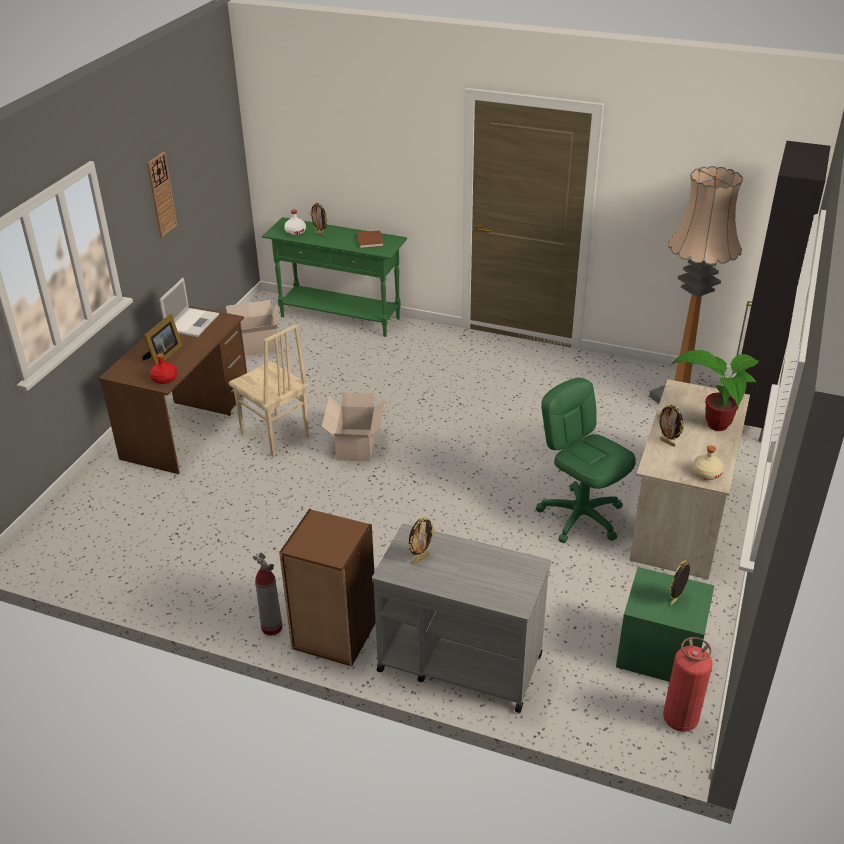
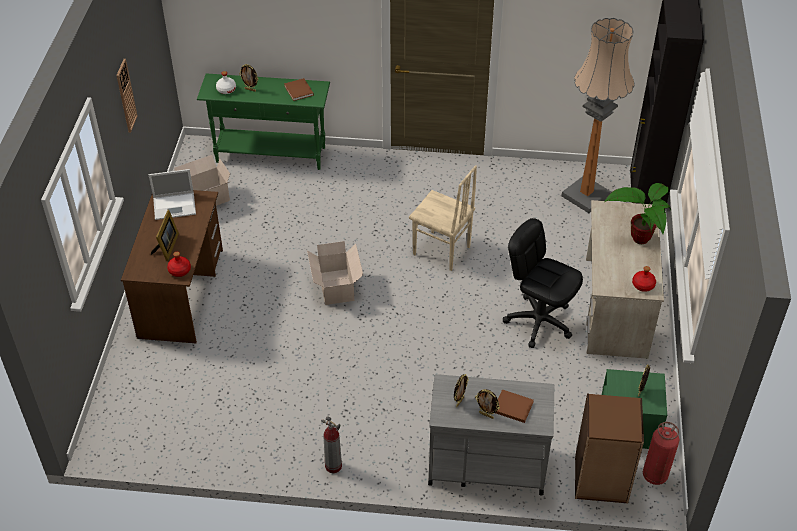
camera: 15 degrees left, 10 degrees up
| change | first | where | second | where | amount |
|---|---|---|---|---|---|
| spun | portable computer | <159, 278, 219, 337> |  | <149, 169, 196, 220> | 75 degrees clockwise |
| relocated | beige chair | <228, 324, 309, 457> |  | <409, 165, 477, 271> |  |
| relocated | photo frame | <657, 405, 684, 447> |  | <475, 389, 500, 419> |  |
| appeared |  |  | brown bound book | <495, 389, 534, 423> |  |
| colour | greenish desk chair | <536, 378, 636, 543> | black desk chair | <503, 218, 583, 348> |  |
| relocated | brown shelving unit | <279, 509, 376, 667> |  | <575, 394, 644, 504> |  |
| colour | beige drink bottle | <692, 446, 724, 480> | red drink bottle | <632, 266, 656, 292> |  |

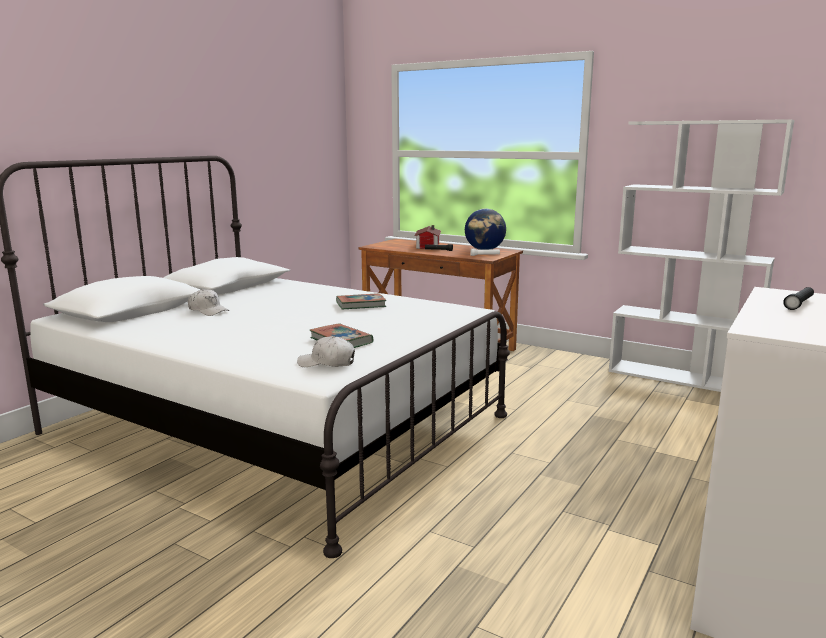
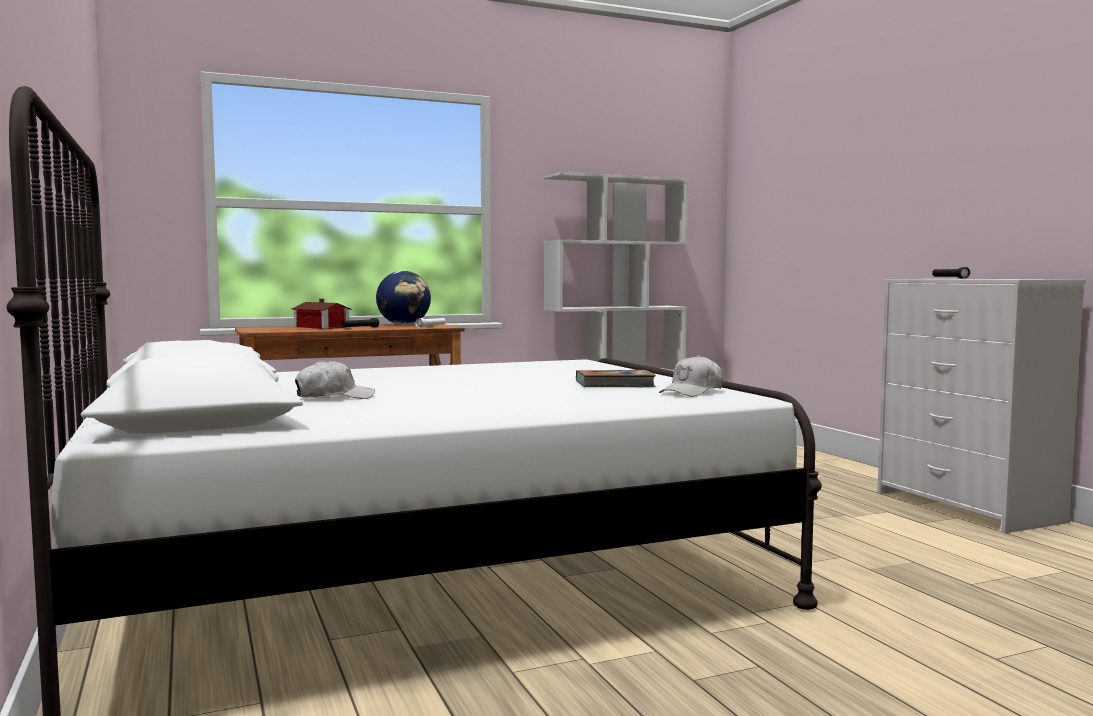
camera: 55 degrees left, 10 degrees down
| change | first | where | second | where | amount |
|---|---|---|---|---|---|
| missing | bound book | <336, 293, 386, 310> |  |  |  |

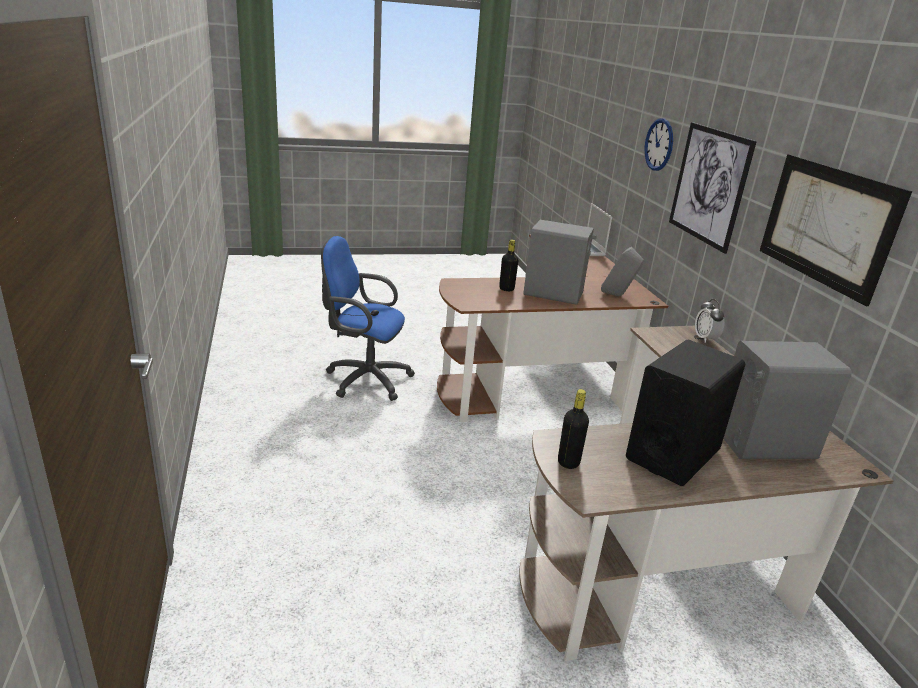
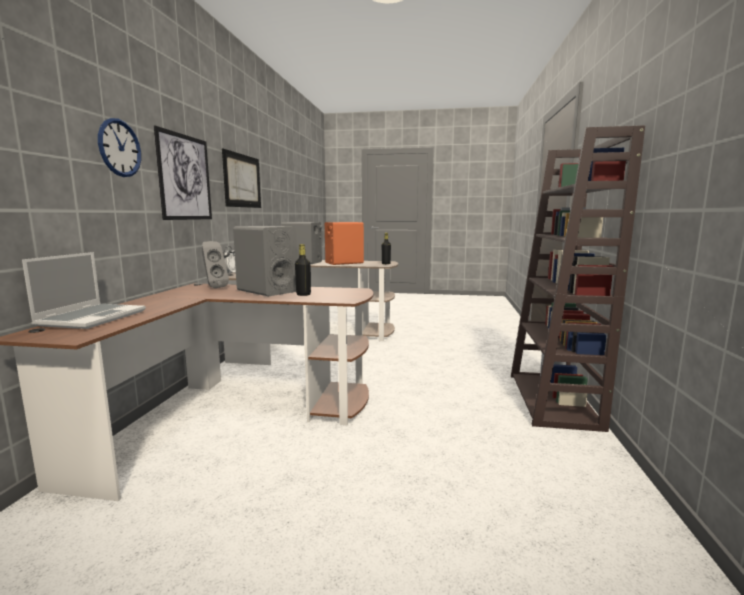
camera: 155 degrees left, 15 degrees down
| change | first | where | second | where | amount |
|---|---|---|---|---|---|
| colour | black loudspeaker | <626, 340, 745, 486> | orange loudspeaker | <325, 222, 364, 265> |  |
| appeared |  |  | brown shelving unit | <511, 125, 645, 432> |  |
| missing | blue-coloured desk chair | <321, 236, 415, 401> |  |  |  |

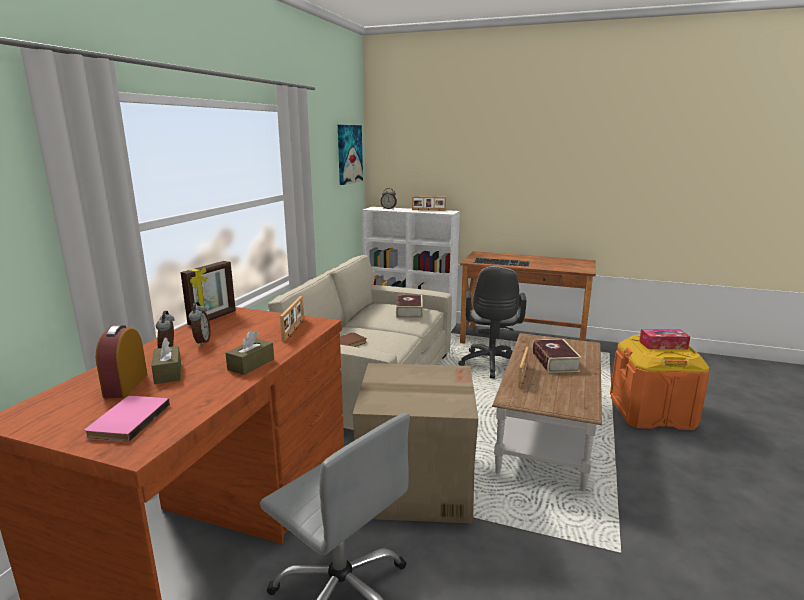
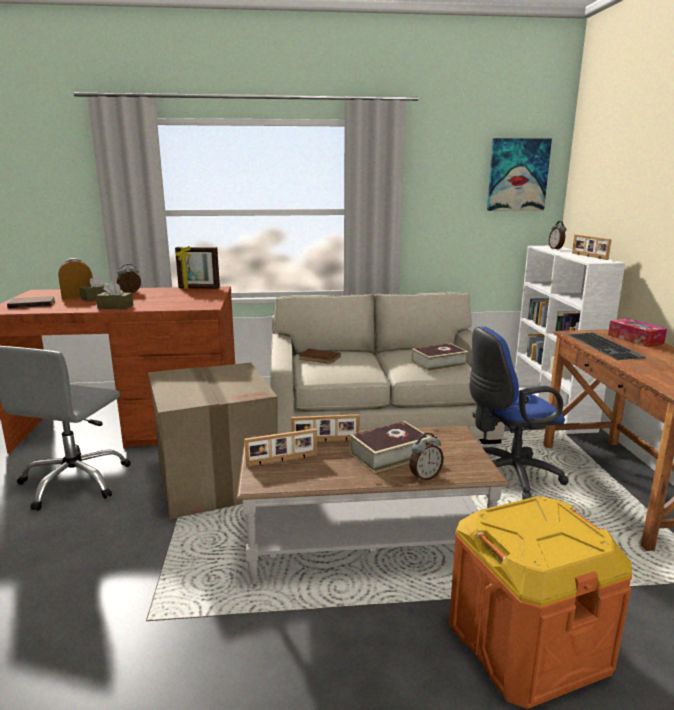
camera: 65 degrees right, 0 degrees up
| change | first | where | second | where | amount |
|---|---|---|---|---|---|
| colour | pink-coloured bound book | <84, 396, 170, 442> | brown bound book | <7, 296, 55, 308> |  |
| relocated | photo frame | <280, 296, 304, 341> |  | <244, 429, 317, 467> |  |
| relocated | bedside clock | <189, 302, 210, 346> |  | <409, 433, 444, 482> |  |
| colour | greyish desk chair | <458, 266, 527, 378> | blue-coloured desk chair | <469, 326, 569, 500> |  |
| relocated | tissue box | <639, 329, 690, 349> |  | <608, 318, 667, 347> |  |

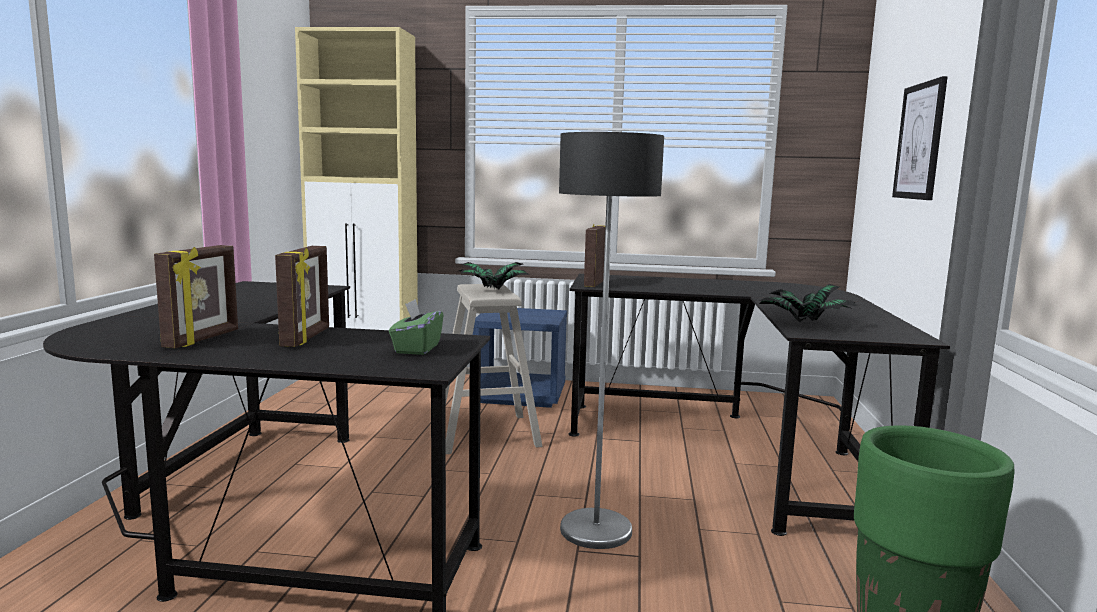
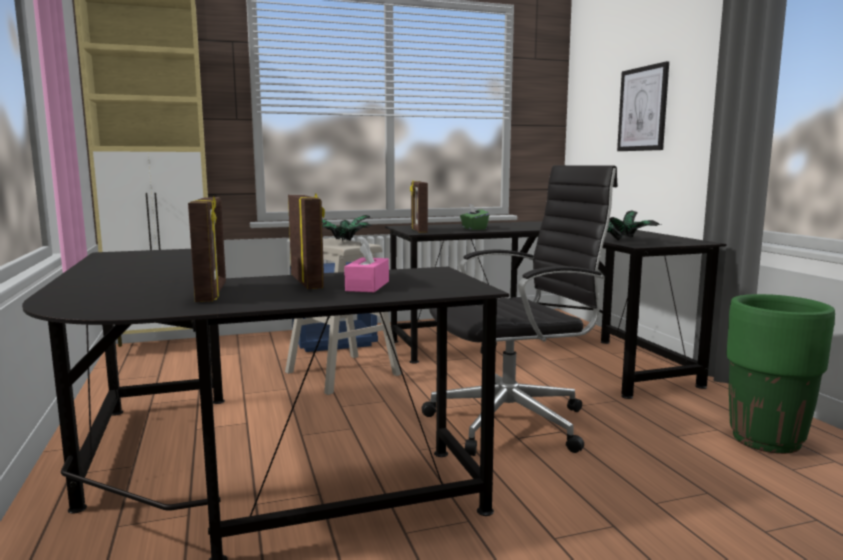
camera: 25 degrees left, 0 degrees up
| change | first | where | second | where | amount |
|---|---|---|---|---|---|
| appeared |  |  | pink-coloured tissue box | <344, 238, 389, 292> |  |
| exchanged | standard lamp | <559, 132, 664, 549> | black desk chair | <422, 165, 618, 456> |  |
| relocated | greenish tissue box | <389, 299, 443, 355> |  | <460, 204, 489, 230> |  |

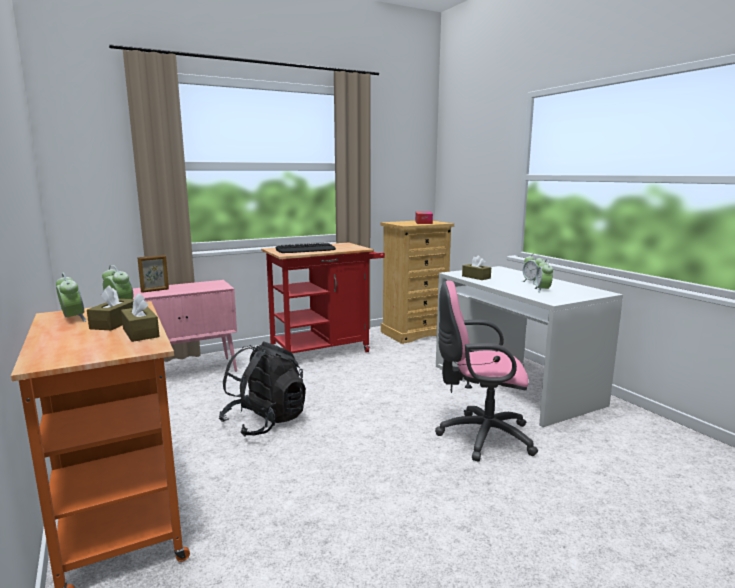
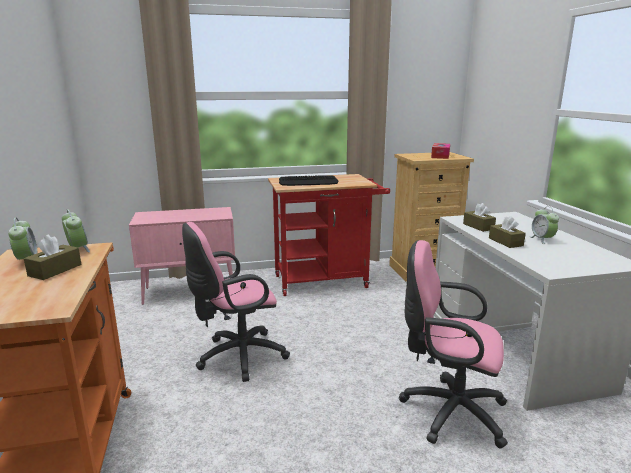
camera: 15 degrees right, 5 degrees up
| change | first | where | second | where | amount |
|---|---|---|---|---|---|
| exchanged | black rucksack | <219, 341, 306, 437> | pink-coloured desk chair | <182, 222, 290, 382> |  |
| relocated | brown tissue box | <121, 293, 160, 342> |  | <489, 216, 526, 248> |  |
| missing | photo frame | <138, 255, 169, 293> |  |  |  |
| missing | bedside clock | <534, 259, 553, 293> |  |  |  |

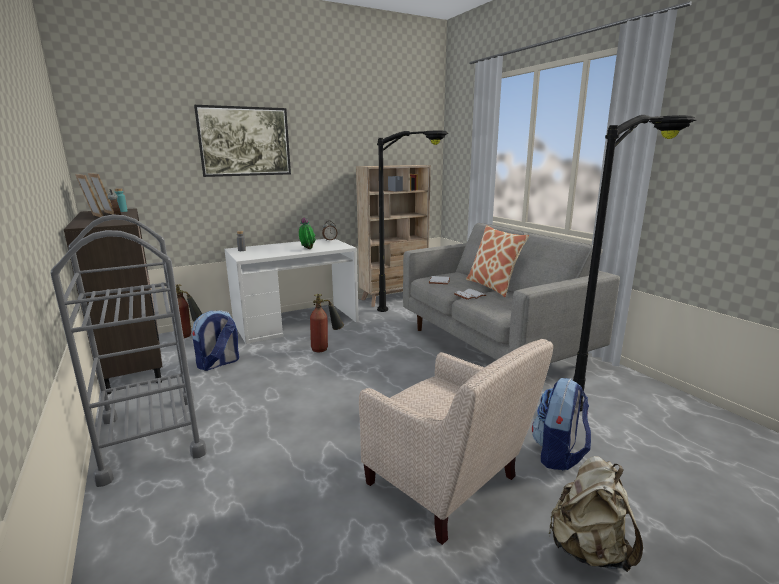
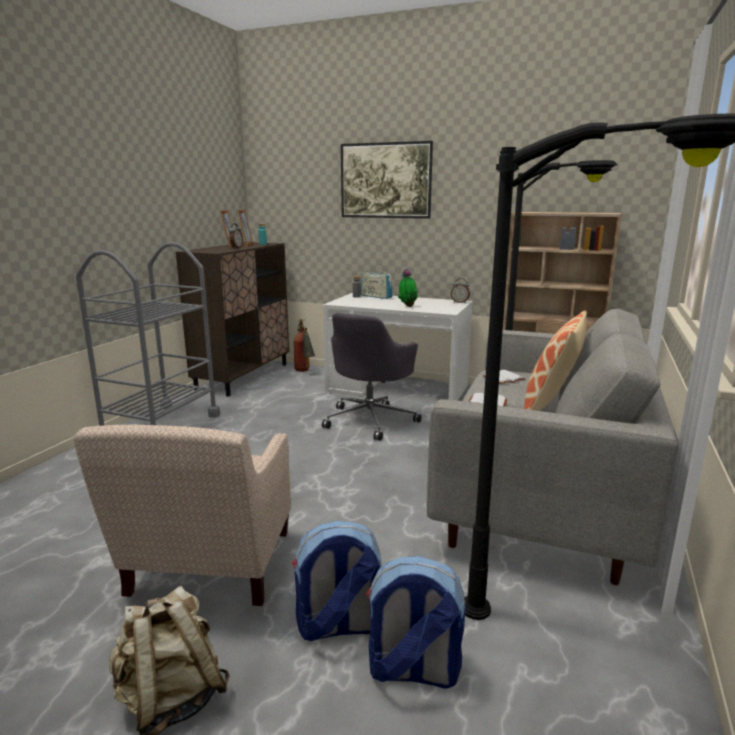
camera: 50 degrees right, 0 degrees up
| change | first | where | second | where | amount |
|---|---|---|---|---|---|
| exchanged | fire-fighting cylinder | <310, 294, 344, 352> | greyish desk chair | <322, 313, 422, 441> |  |
| appeared |  |  | radio set | <361, 267, 393, 299> |  |
| relocated | rucksack | <192, 310, 239, 371> |  | <365, 556, 465, 688> |  |

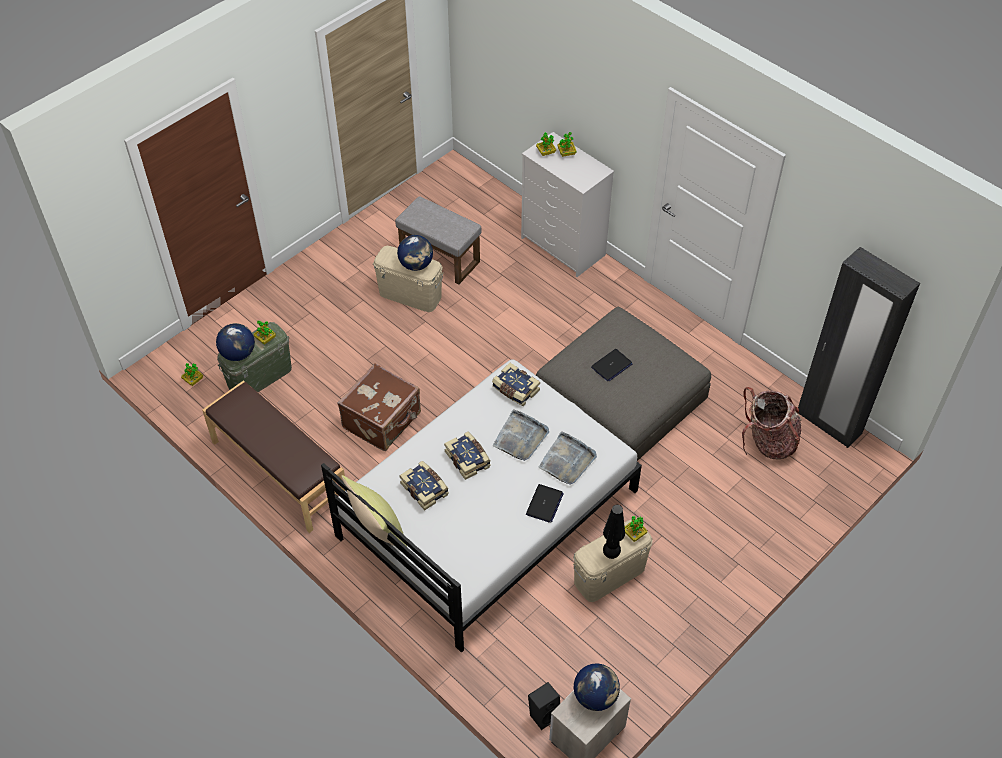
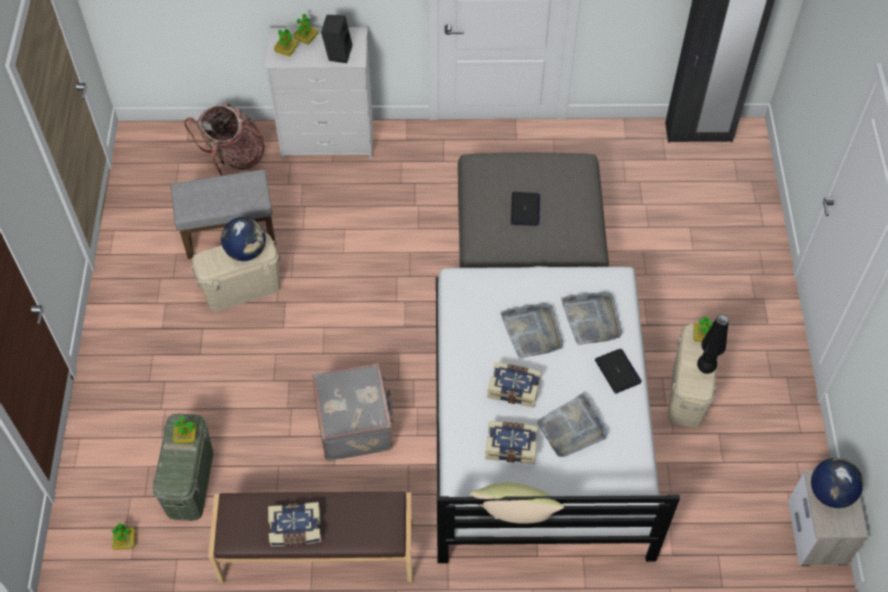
camera: 45 degrees left, 5 degrees up
| change | first | where | second | where | amount |
|---|---|---|---|---|---|
| relocated | rucksack | <742, 387, 802, 459> |  | <184, 103, 265, 176> |  |
| relocated | bound book | <492, 363, 540, 406> |  | <268, 502, 321, 546> |  |
| colour | brown travel case | <338, 363, 421, 451> | greyish travel case | <312, 363, 394, 461> |  |
| relocated | black loudspeaker | <528, 682, 560, 730> |  | <321, 15, 353, 63> |  |
| appeared |  |  | greyish serving tray | <536, 393, 608, 457> |  |
| missing | globe | <216, 323, 255, 361> |  |  |  |

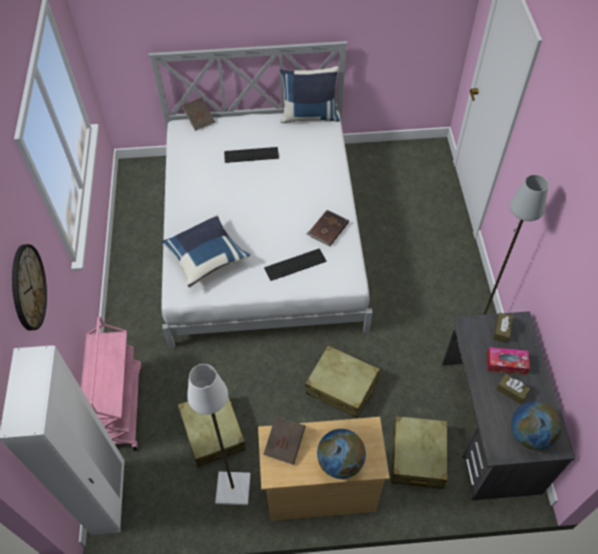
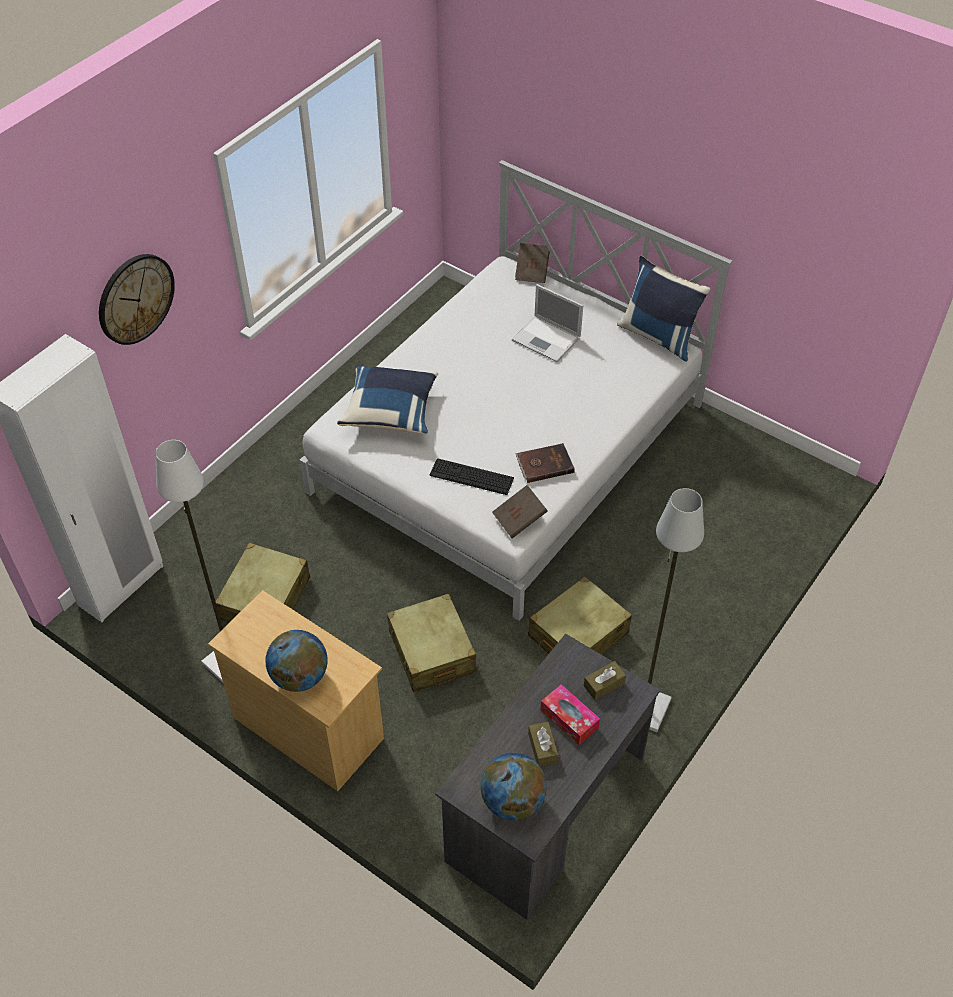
camera: 40 degrees right, 5 degrees down
| change | first | where | second | where | amount |
|---|---|---|---|---|---|
| relocated | brown bound book | <263, 416, 306, 465> |  | <492, 485, 548, 539> |  |
| exchanged | computer keyboard | <224, 147, 279, 163> | portable computer | <512, 284, 583, 362> |  |
| relocated | beige travel case | <391, 416, 448, 489> |  | <528, 576, 632, 655> |  |
| missing | pink-coloured wheeled cart | <81, 317, 142, 451> |  |  |  |

